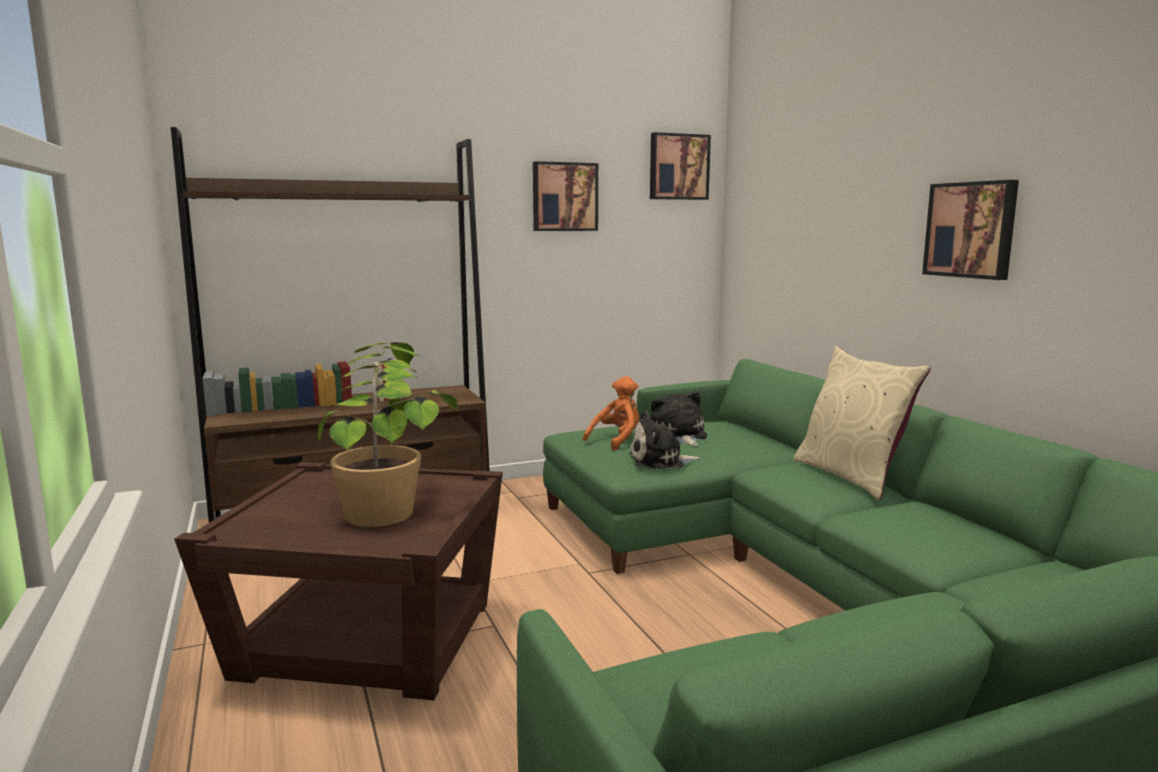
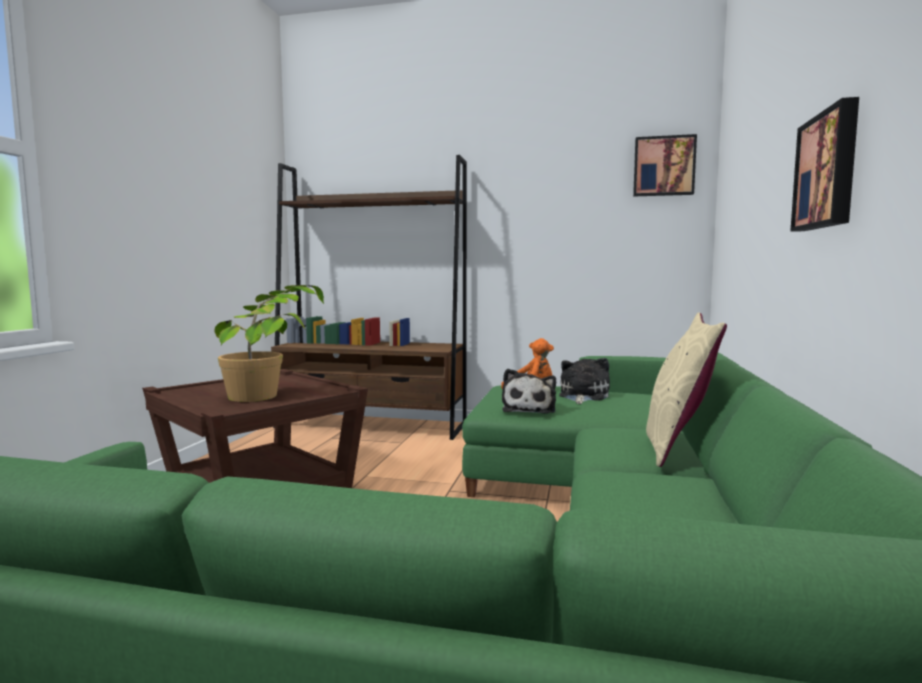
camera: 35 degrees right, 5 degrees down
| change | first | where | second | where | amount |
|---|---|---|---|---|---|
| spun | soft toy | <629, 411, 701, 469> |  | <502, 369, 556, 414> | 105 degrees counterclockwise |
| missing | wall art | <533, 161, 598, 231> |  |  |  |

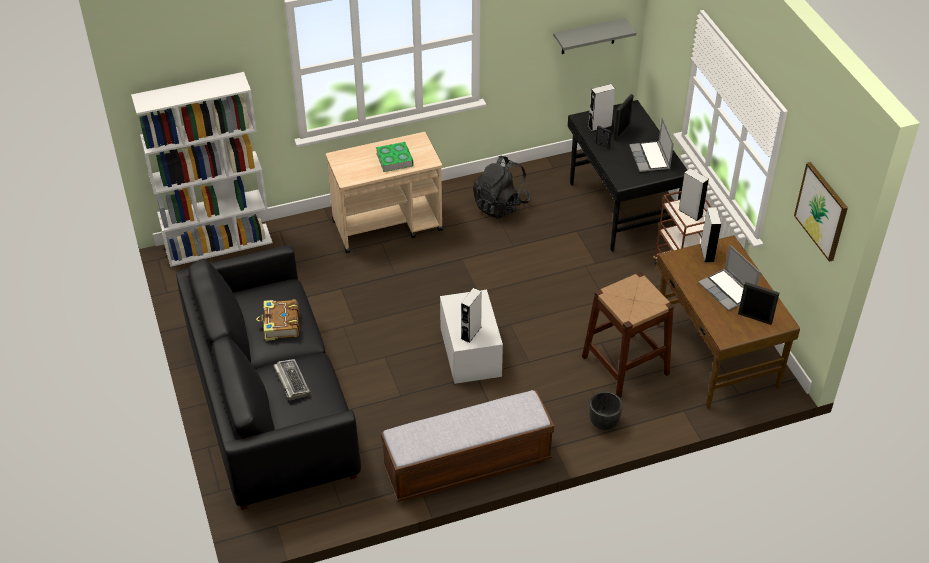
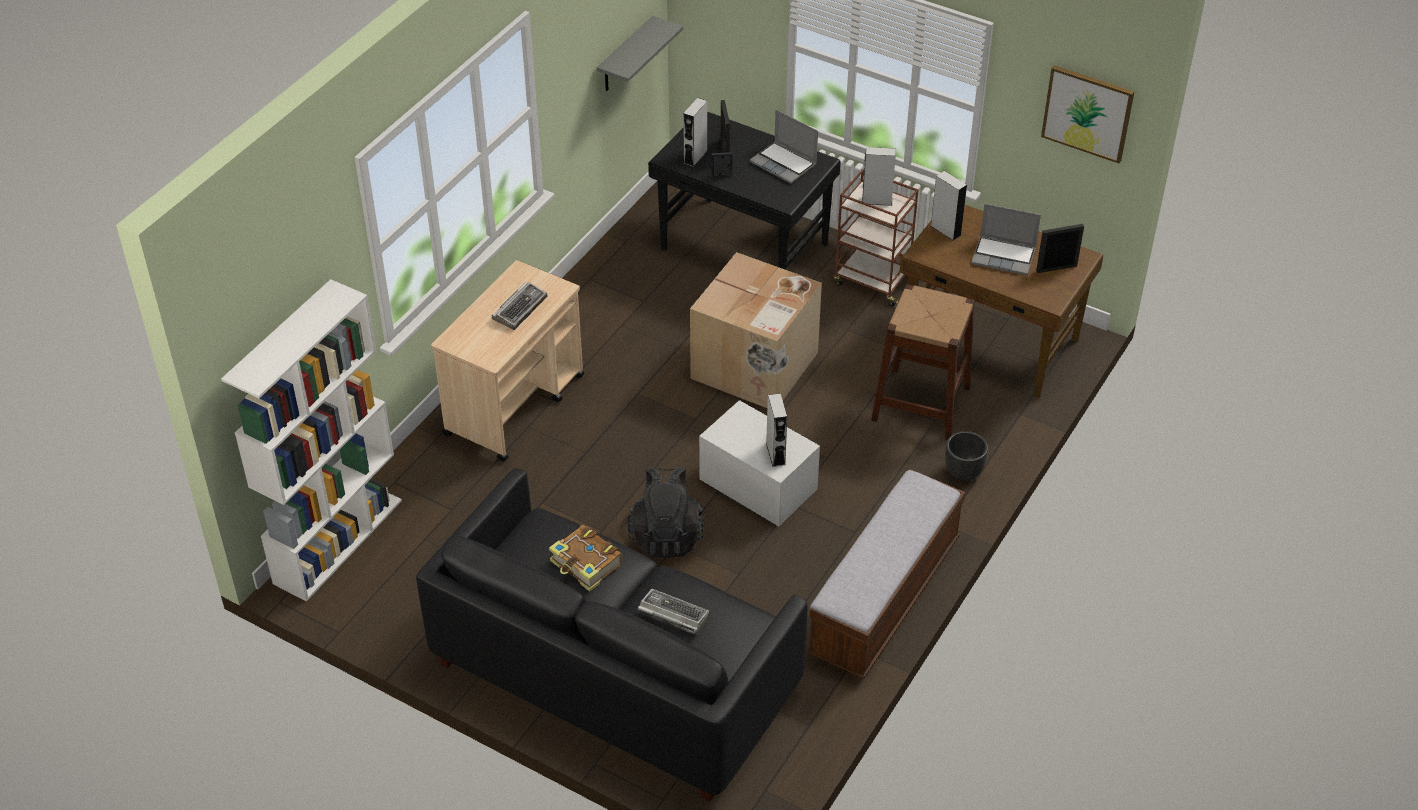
camera: 40 degrees left, 0 degrees up
| change | first | where | second | where | amount |
|---|---|---|---|---|---|
| exchanged | bound book | <376, 142, 414, 172> | computer keyboard | <492, 282, 547, 330> |  |
| relocated | black rucksack | <473, 156, 531, 219> |  | <627, 466, 704, 558> |  |
| appeared |  |  | carton | <690, 252, 822, 408> |  |

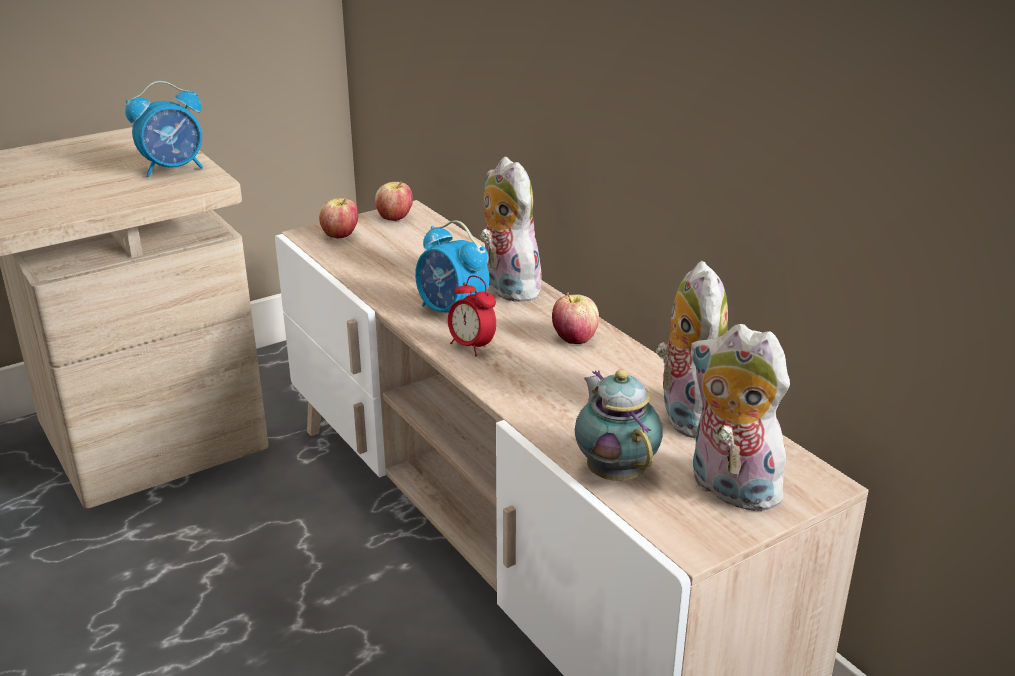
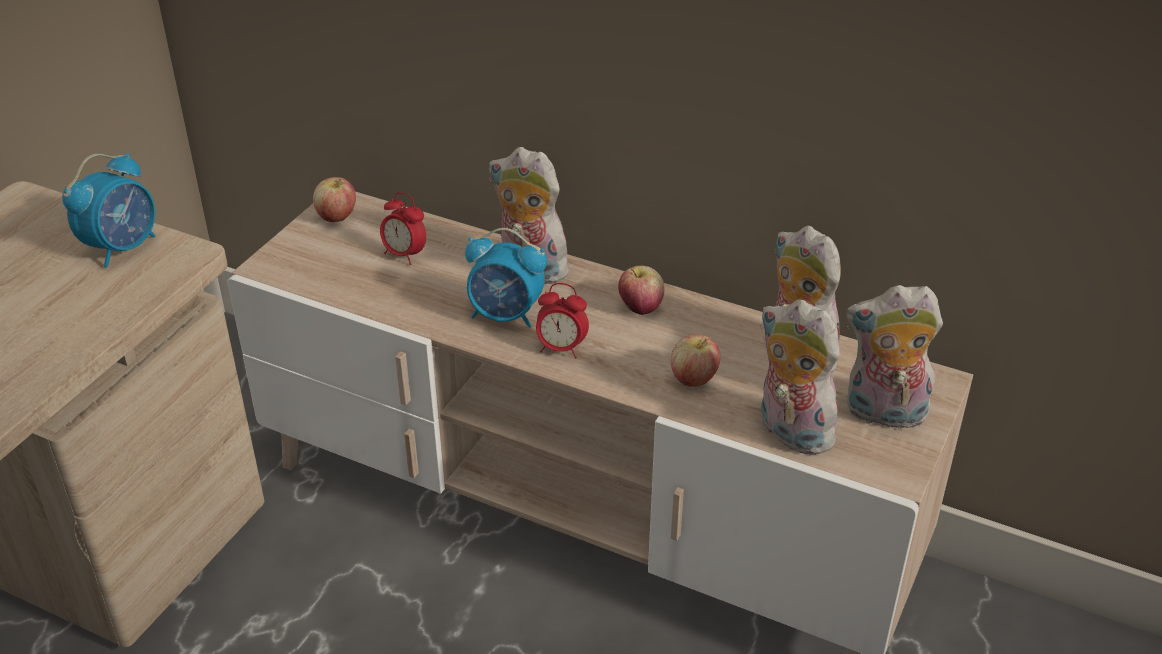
camera: 30 degrees left, 10 degrees up
| change | first | where | second | where | amount |
|---|---|---|---|---|---|
| appeared |  |  | bedside clock | <380, 192, 426, 265> |  |
| relocated | apple | <319, 198, 358, 238> |  | <671, 334, 720, 387> |  |
| exchanged | pot for tea | <575, 369, 663, 481> | soft toy | <760, 300, 842, 455> |  |

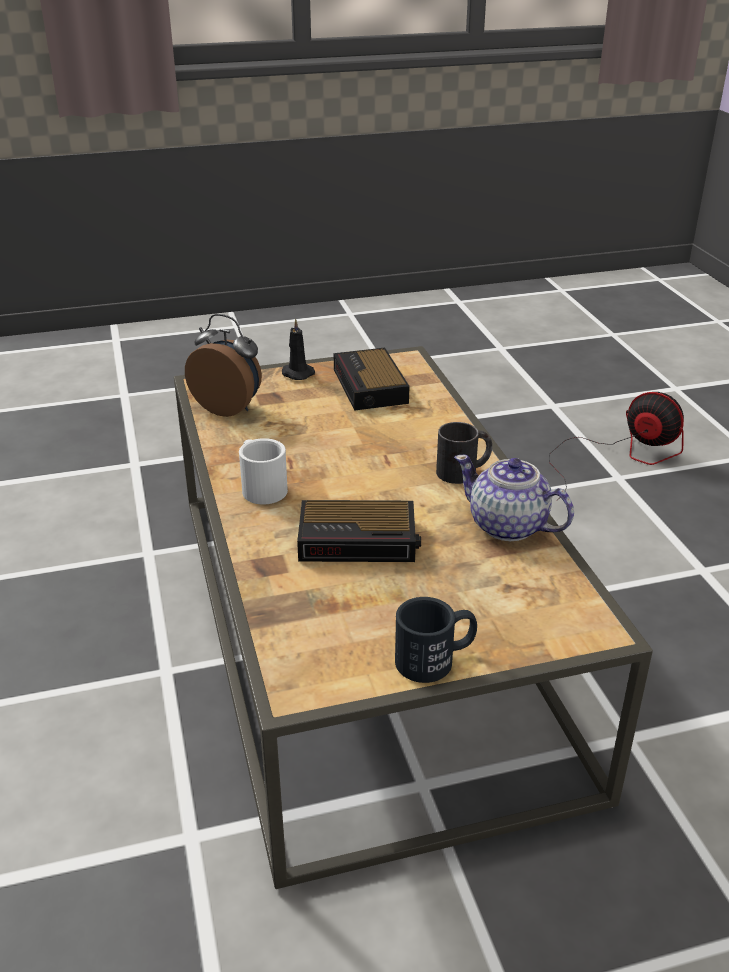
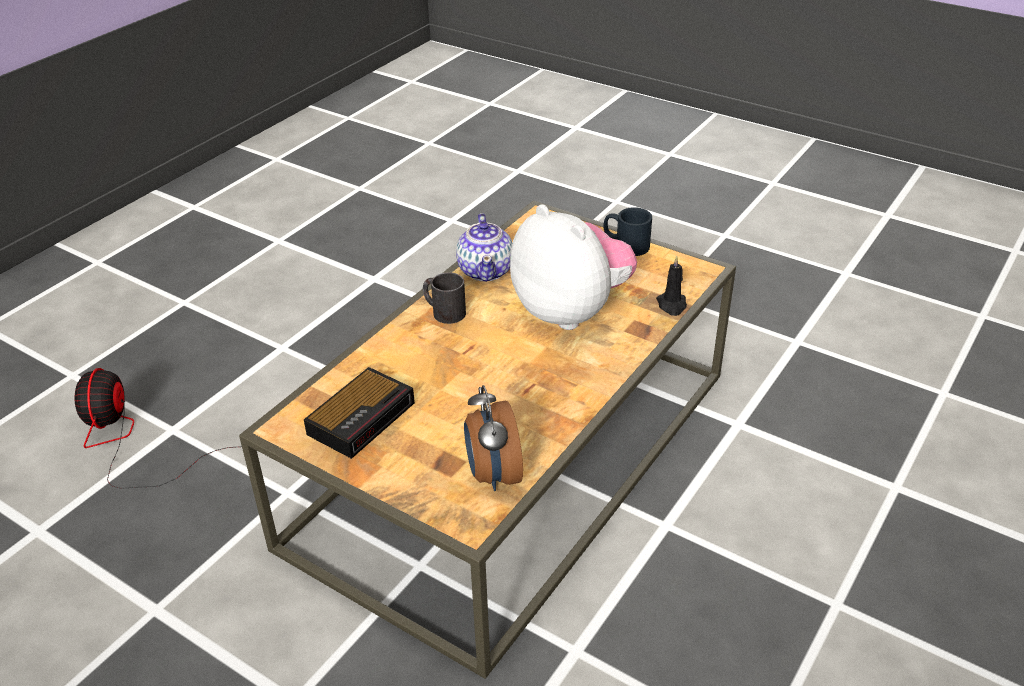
camera: 130 degrees left, 5 degrees up
| change | first | where | second | where | amount |
|---|---|---|---|---|---|
| exchanged | bedside clock | <297, 500, 421, 562> | soft toy | <510, 204, 637, 330> |  |
| relocated | black wax candle | <282, 318, 315, 380> |  | <656, 256, 687, 316> |  |
| missing | white-coloured tea mug | <239, 438, 288, 504> |  |  |  |

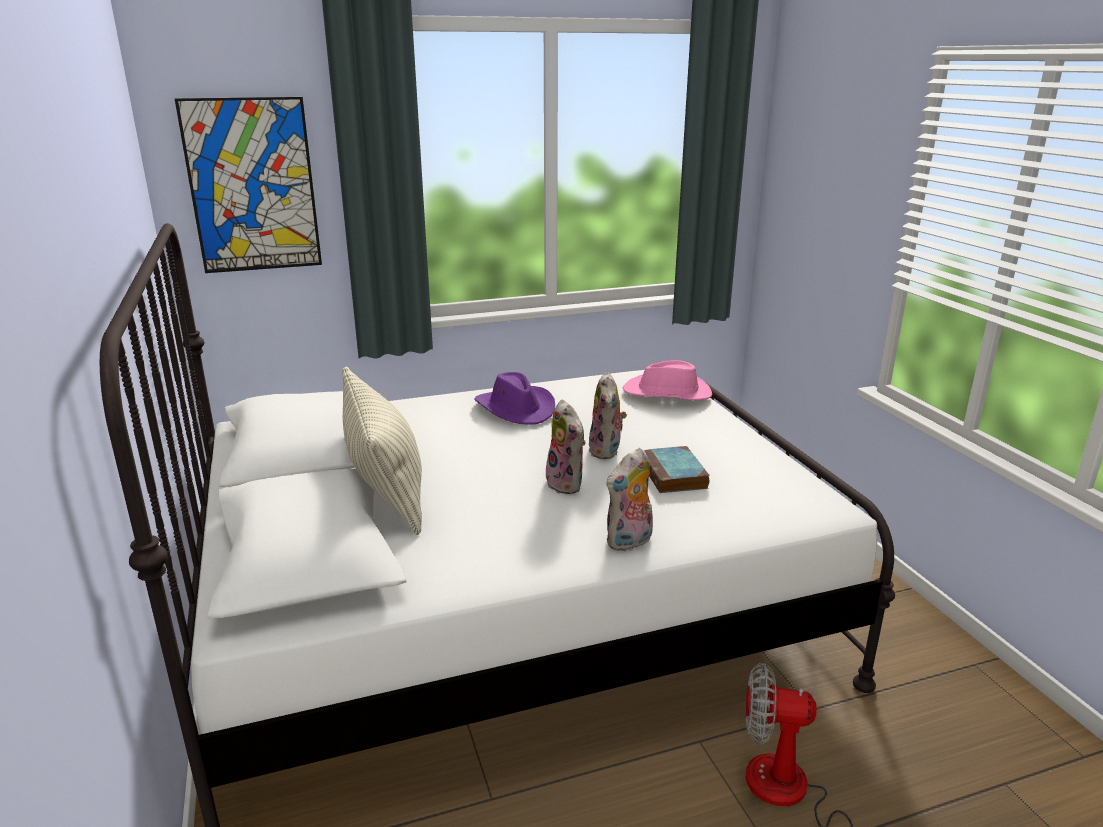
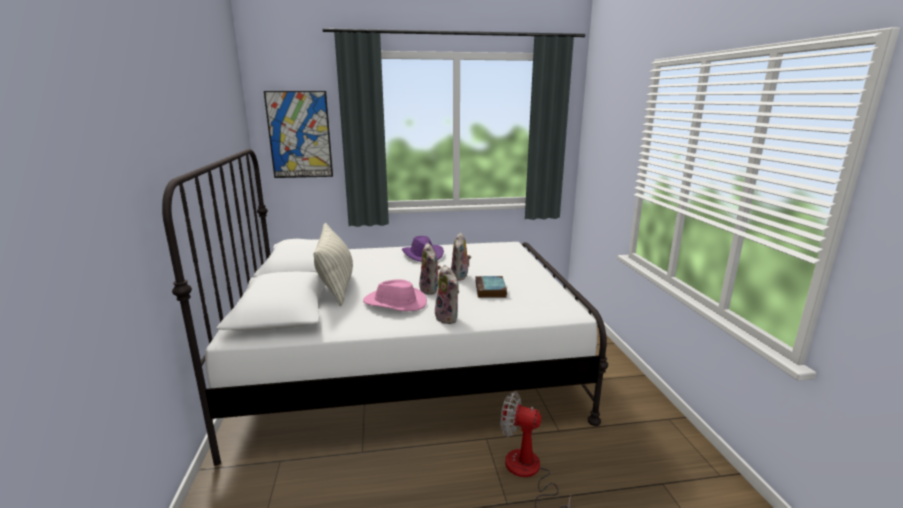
camera: 10 degrees right, 5 degrees down
| change | first | where | second | where | amount |
|---|---|---|---|---|---|
| relocated | pink-coloured wearable hat | <622, 360, 712, 401> |  | <363, 279, 427, 311> |  |
| spun | soft toy | <606, 448, 653, 551> |  | <435, 265, 459, 324> | 90 degrees counterclockwise |

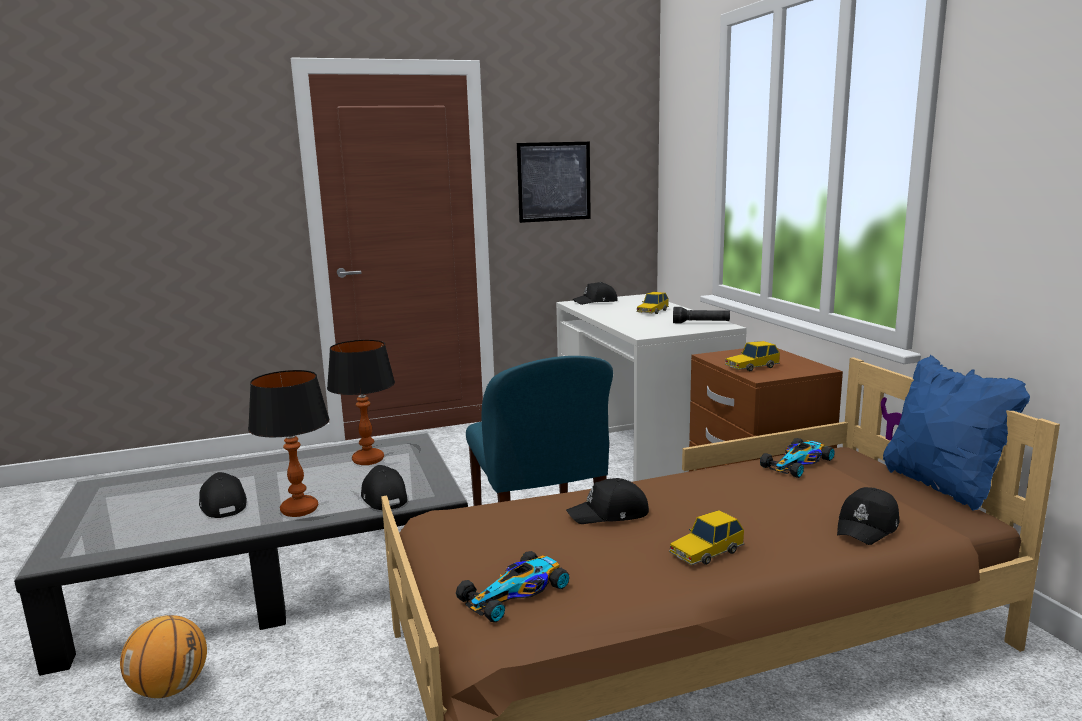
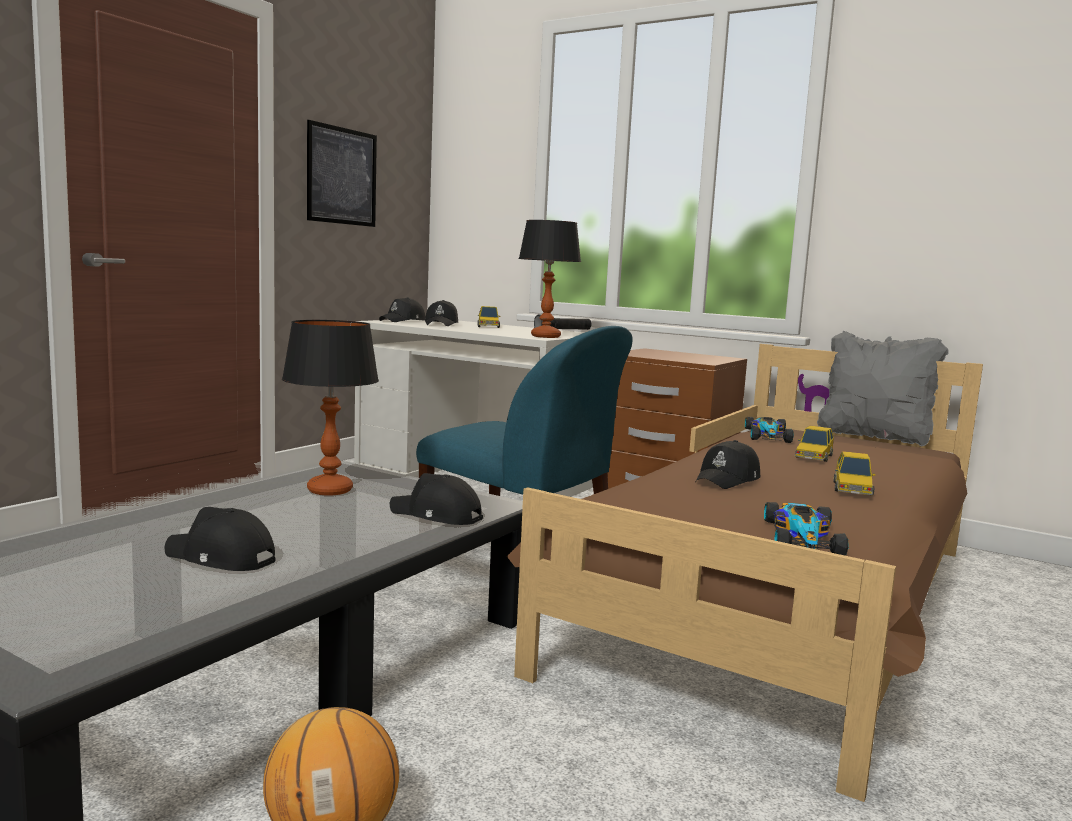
camera: 40 degrees left, 5 degrees down
| change | first | where | second | where | amount |
|---|---|---|---|---|---|
| relocated | black cap | <837, 487, 899, 545> |  | <425, 300, 458, 326> |  |
| relocated | table lamp | <248, 370, 329, 517> |  | <519, 220, 581, 338> |  |
| relocated | miniature car | <725, 341, 780, 371> |  | <795, 426, 834, 462> |  |
| colour | blue-coloured pillow | <883, 355, 1030, 511> | greyish pillow | <817, 331, 949, 446> |  |

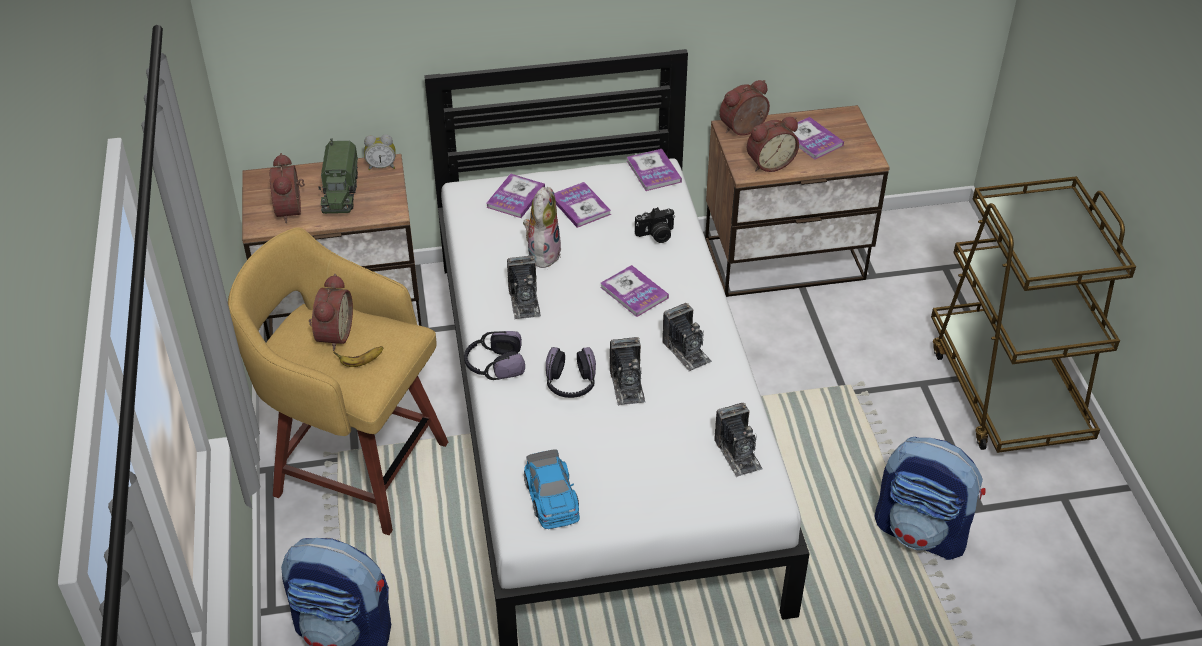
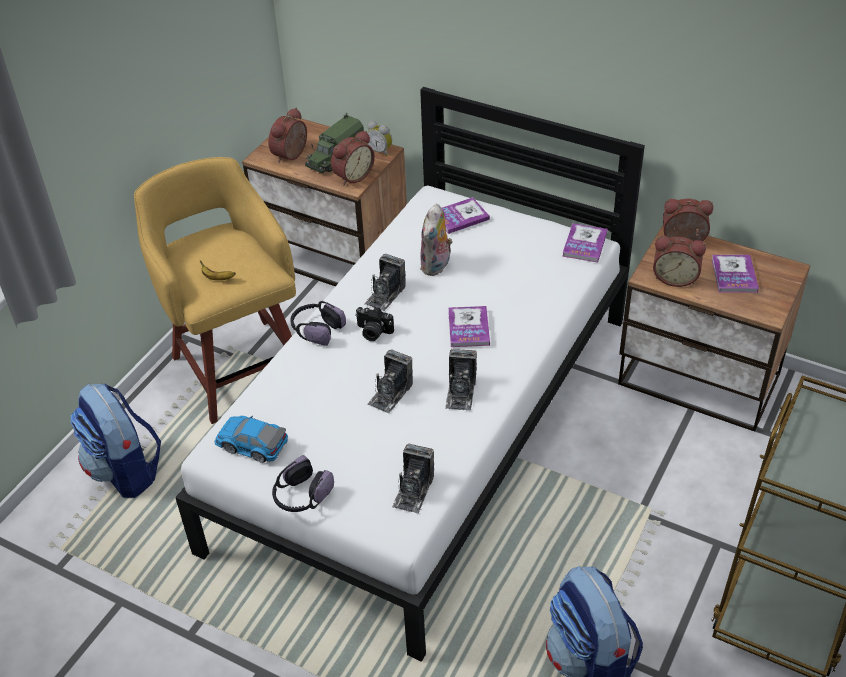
camera: 40 degrees right, 0 degrees up
| change | first | where | second | where | amount |
|---|---|---|---|---|---|
| spun | miniature car | <524, 449, 580, 529> |  | <214, 416, 288, 463> | 90 degrees clockwise |
| relocated | headset | <546, 347, 596, 398> |  | <272, 455, 334, 512> |  |
| relocated | bedside clock | <309, 274, 353, 351> |  | <331, 131, 375, 186> |  |
| relocated | still camera | <635, 207, 675, 243> |  | <355, 307, 394, 341> |  |
| spun | soft toy | <523, 187, 561, 268> |  | <420, 204, 453, 276> | 150 degrees clockwise |
| missing | bound book | <554, 182, 611, 228> |  |  |  |

